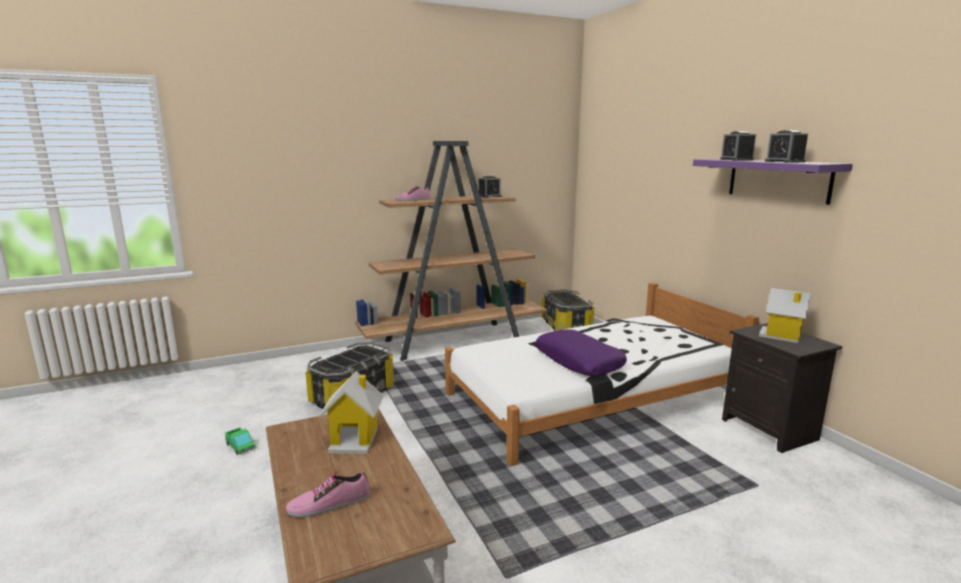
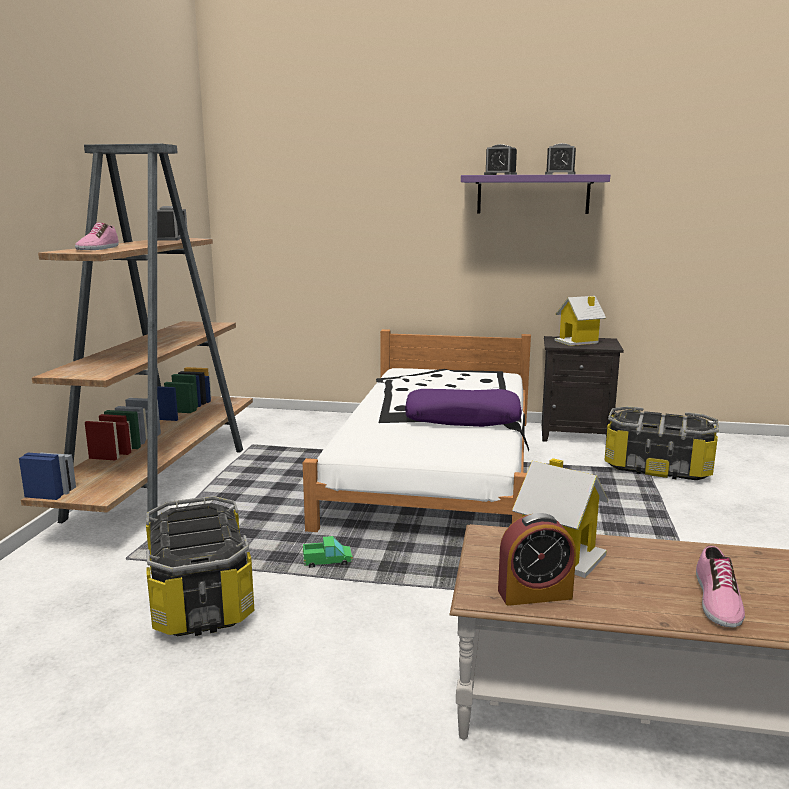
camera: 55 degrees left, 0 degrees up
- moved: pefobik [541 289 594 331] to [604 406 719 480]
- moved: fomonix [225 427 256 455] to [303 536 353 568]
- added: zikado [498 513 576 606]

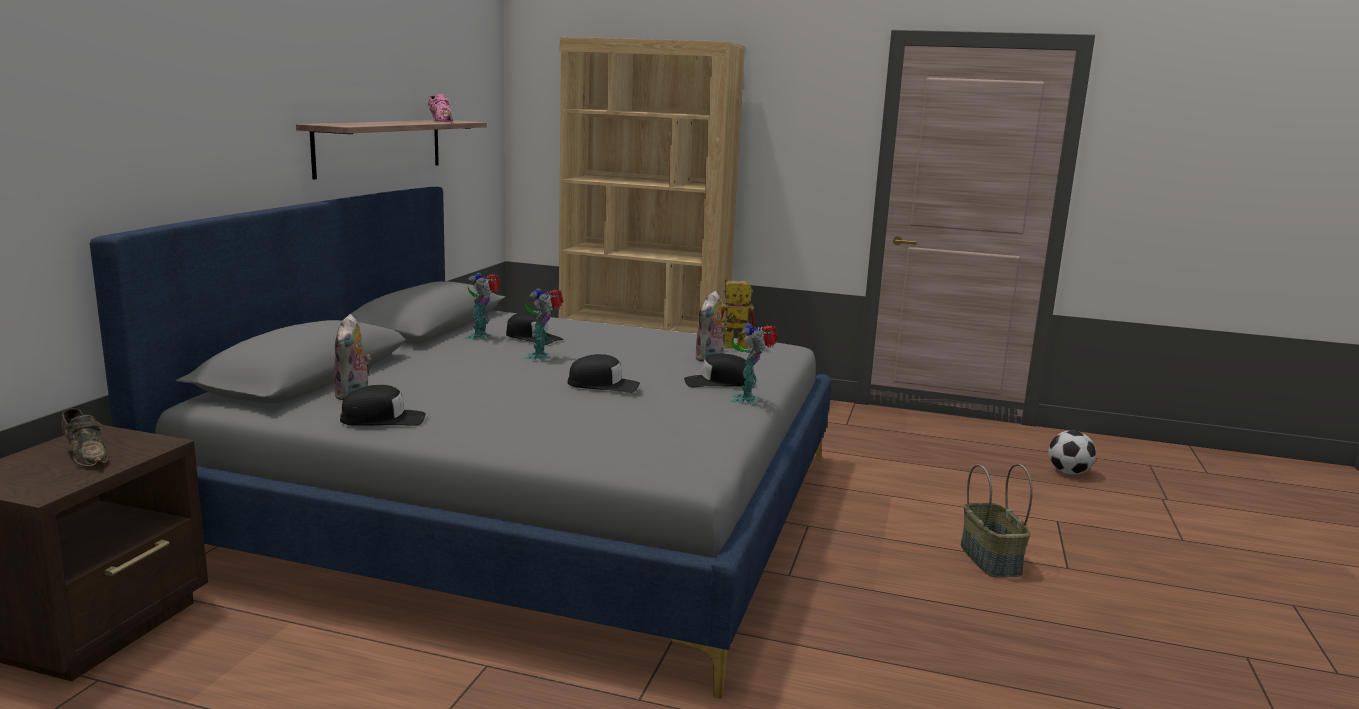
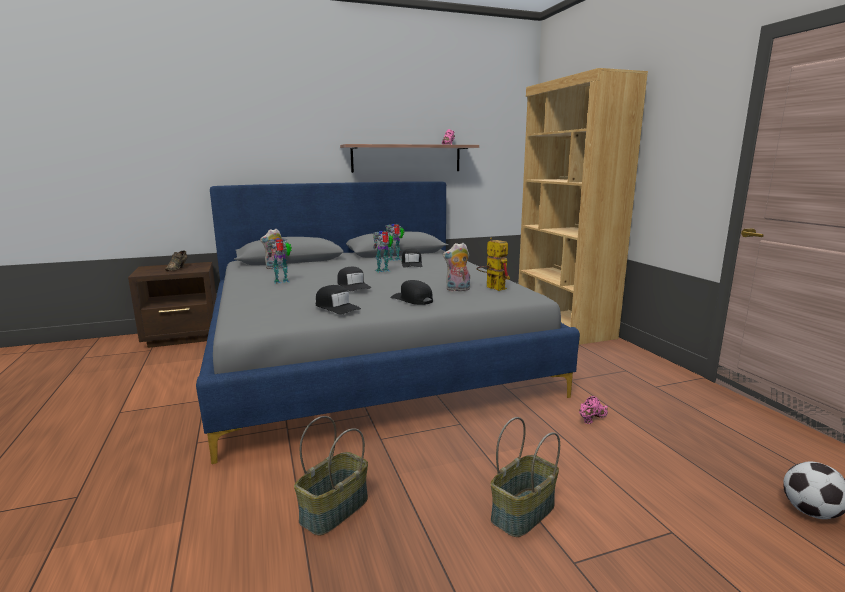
camera: 55 degrees right, 0 degrees up
- moved: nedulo [729 323 778 405] to [267 238 292 284]
- moved: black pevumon [340 385 426 426] to [316 285 361 315]
- added: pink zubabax [579 396 608 424]
- added: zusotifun [294 416 368 535]

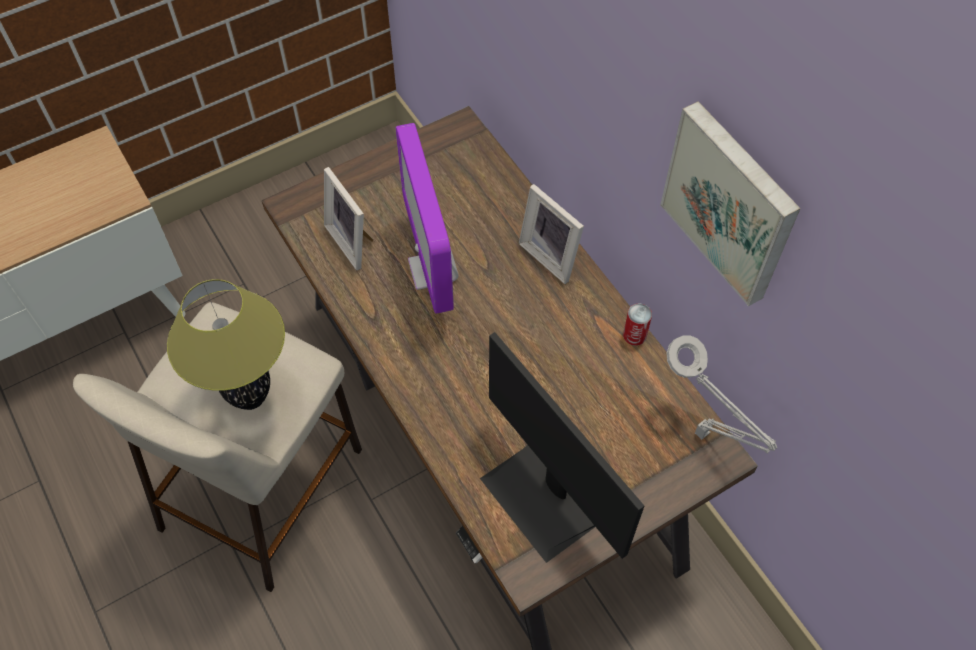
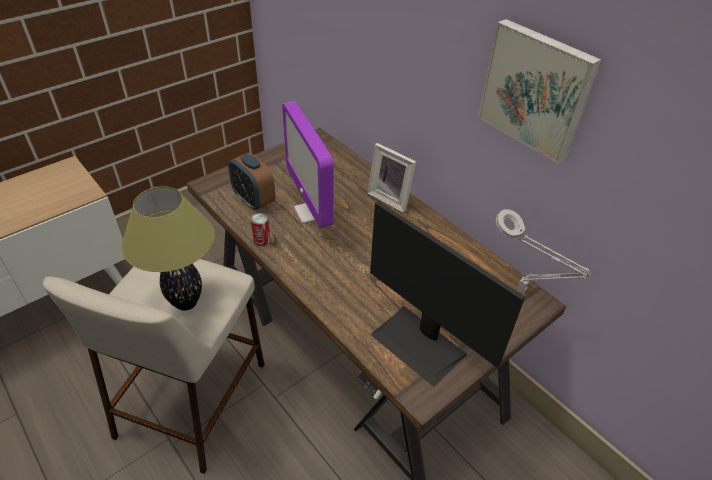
camera: 10 degrees left, 15 degrees down
- replaced: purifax [324 167 373 270] to zikado [228 153 275 211]
- moved: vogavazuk [623 303 652 346] to [251 213 270 246]

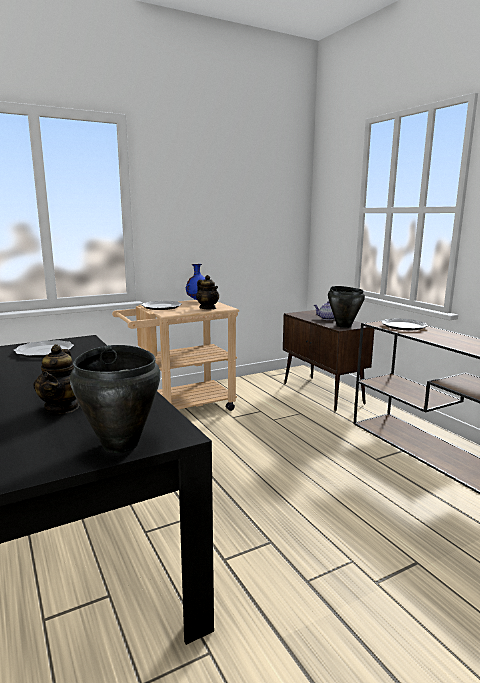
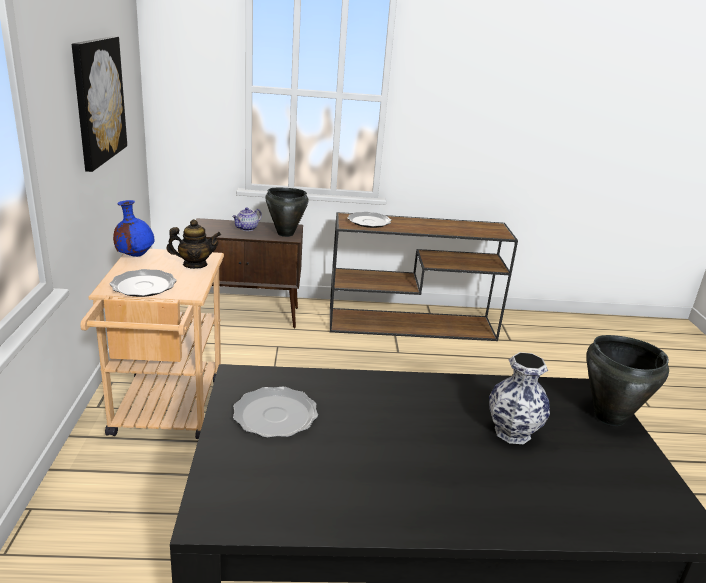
camera: 65 degrees left, 10 degrees up
- replaced: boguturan [33 344 80 414] to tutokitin [489 352 550 444]
- added: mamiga [72 36 127 172]

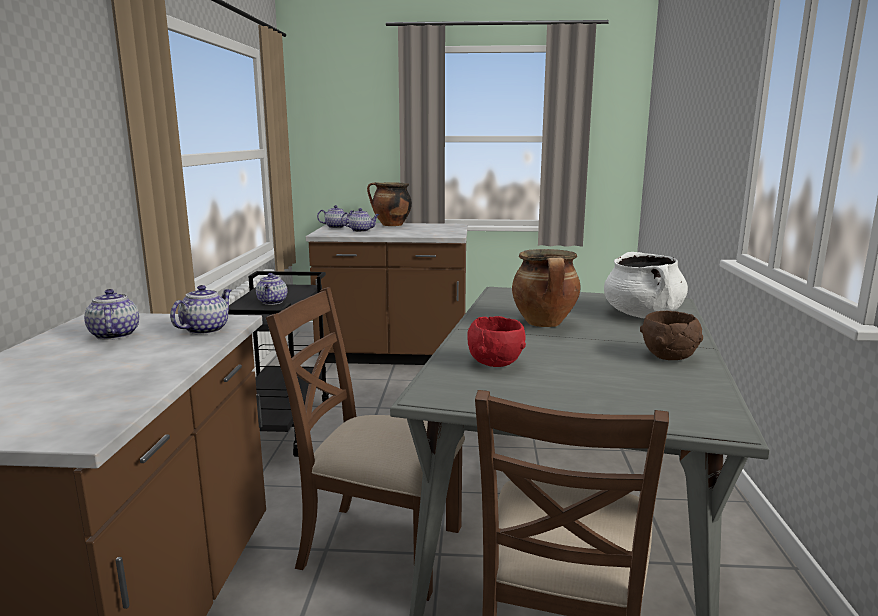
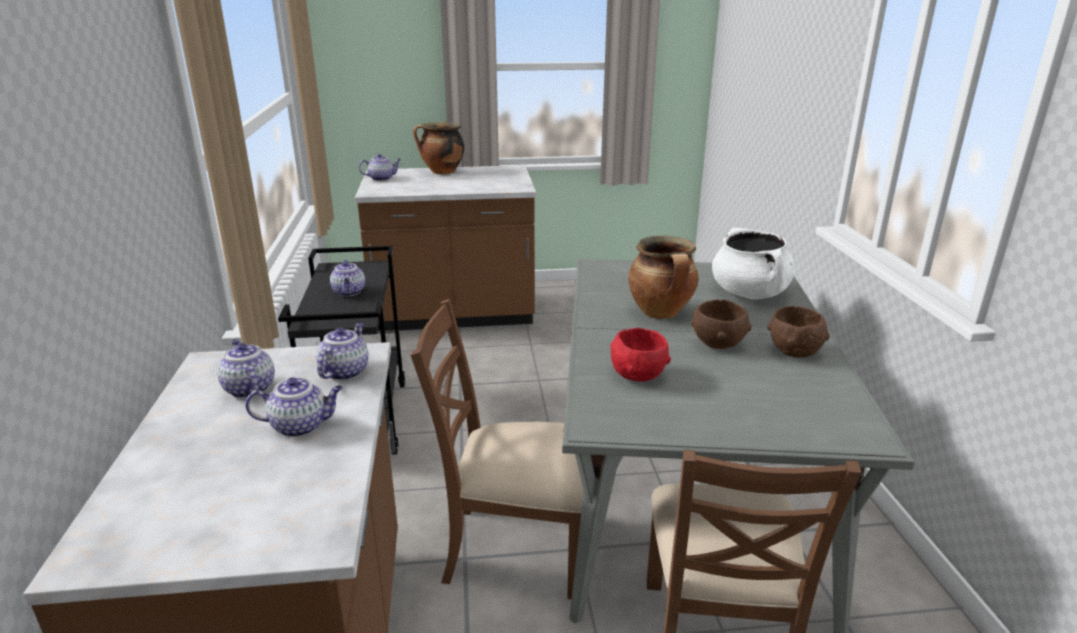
camera: 10 degrees left, 10 degrees up
- moved: boguturan [341 208 380 232] to [245 377 343 437]
- added: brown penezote [691 300 752 349]

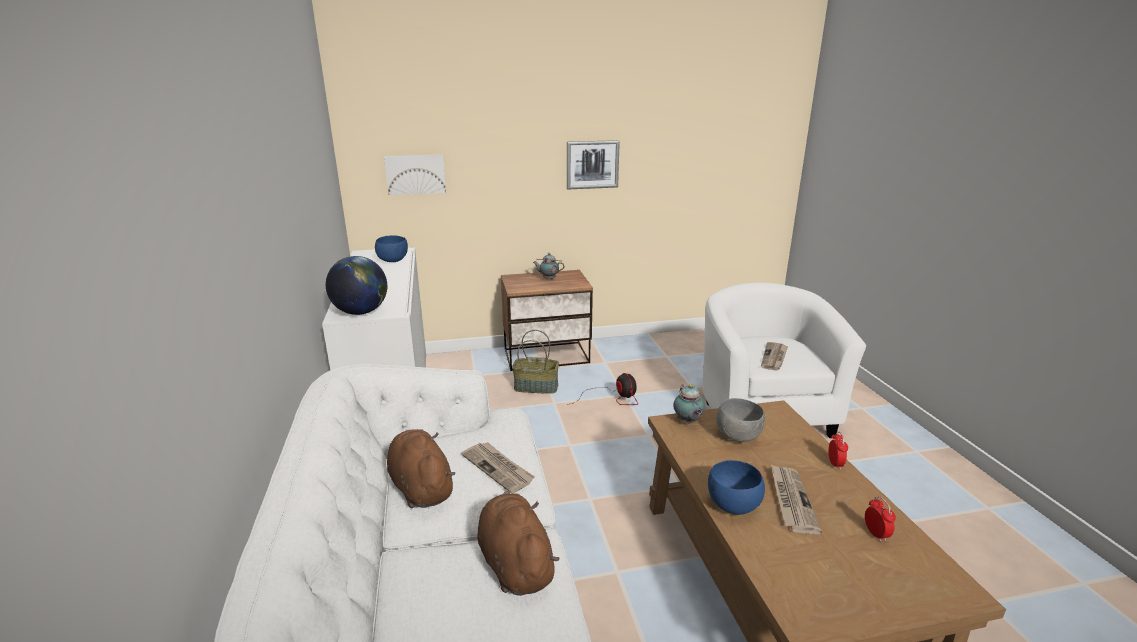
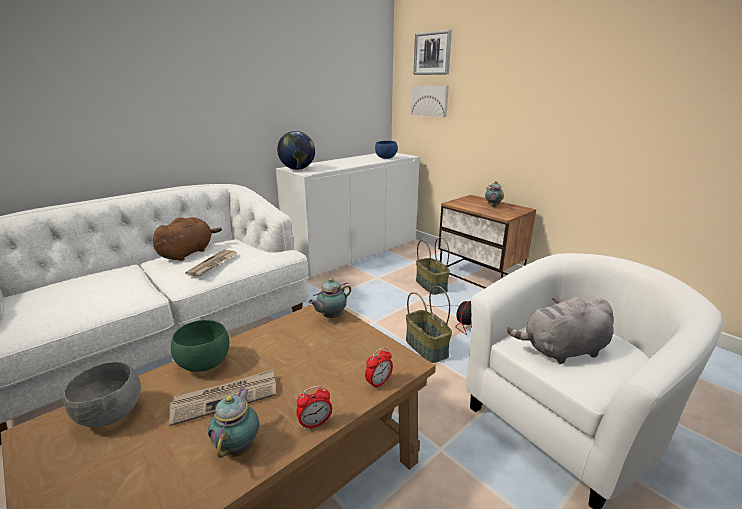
camera: 60 degrees right, 0 degrees up
- moved: mamiga [567 140 620 189] to [414 30 452 75]
- replaced: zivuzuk [761 342 788 371] to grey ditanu [507 297 614 364]
- moved: grey penezote [716 398 765 442] to [63 362 141 427]
- recoloured: blue penezote [708 460 765 515] to green penezote [171 320 229 372]
- removed: brown ditanu [478 491 559 596]
- moved: zikado [865 497 896 542] to [365 347 393 390]
- added: zusotifun [406 286 452 363]
- added: boguturan [208 388 259 458]

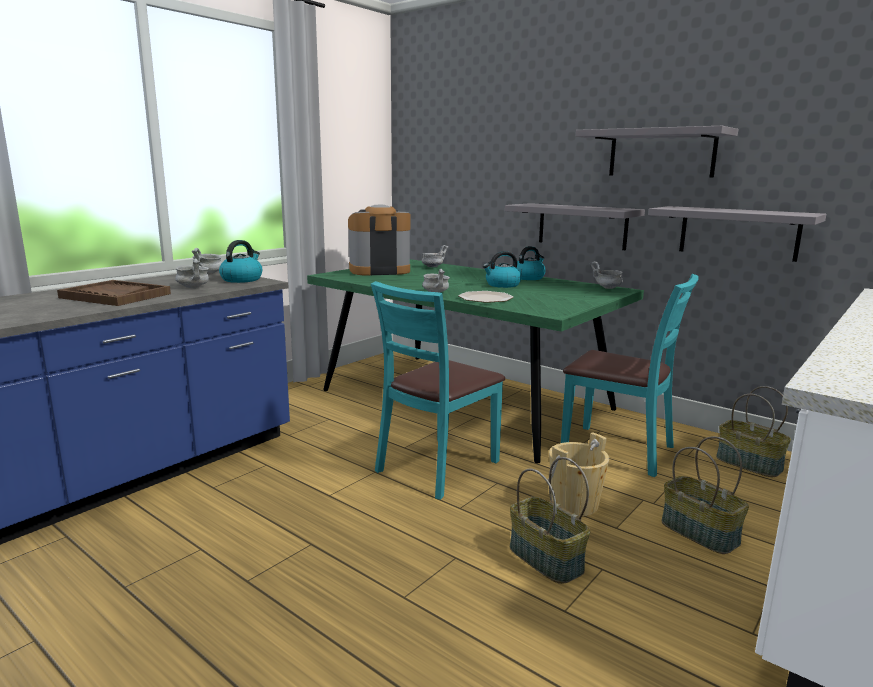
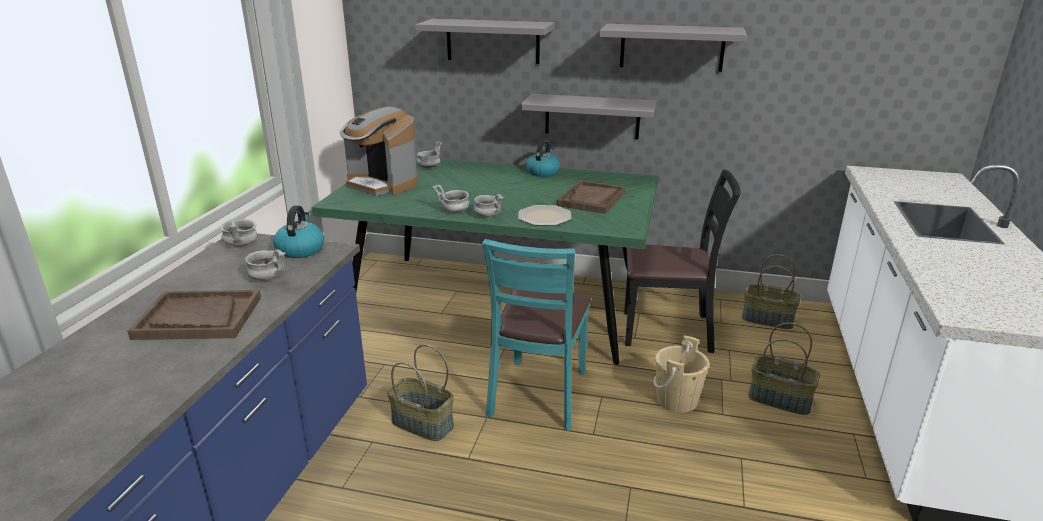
camera: 25 degrees left, 10 degrees up
- turned: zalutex [348 205 410 276] = [339 107 418 196] 105 degrees counterclockwise
- moved: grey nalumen [649 206 826 262] to [415 19 555 64]
- removed: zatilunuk [483 251 521 288]
- moved: grey penezote [589 261 623 289] to [432 185 470 213]
- recoloured: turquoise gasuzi [561 274 699 477] to black gasuzi [624 169 741 353]
- moved: zusotifun [510 457 590 584] to [387 344 454 441]
- added: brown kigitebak [557 180 626 214]

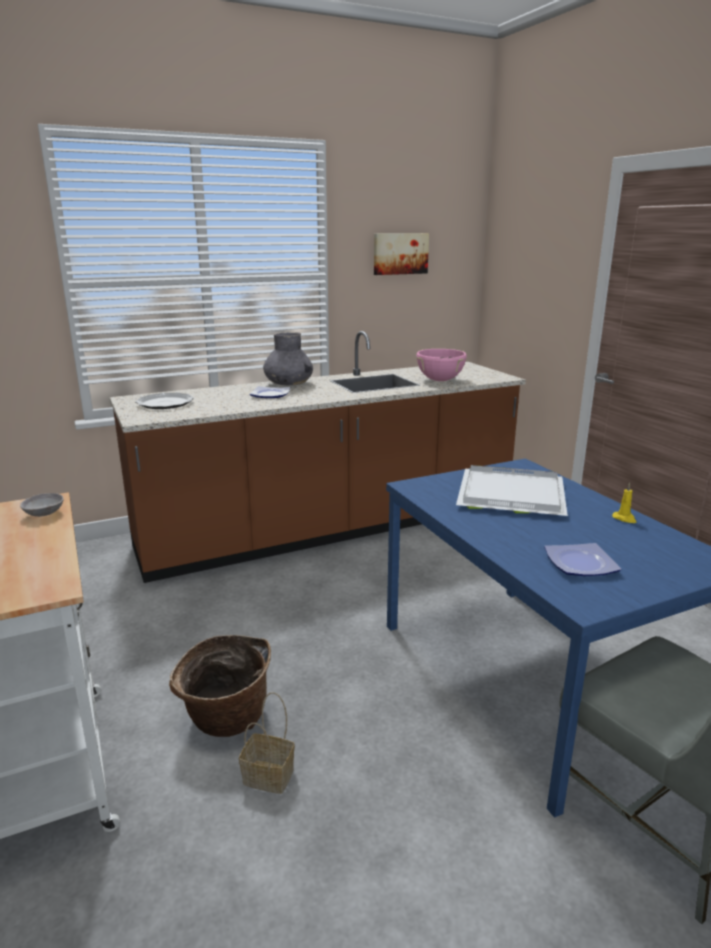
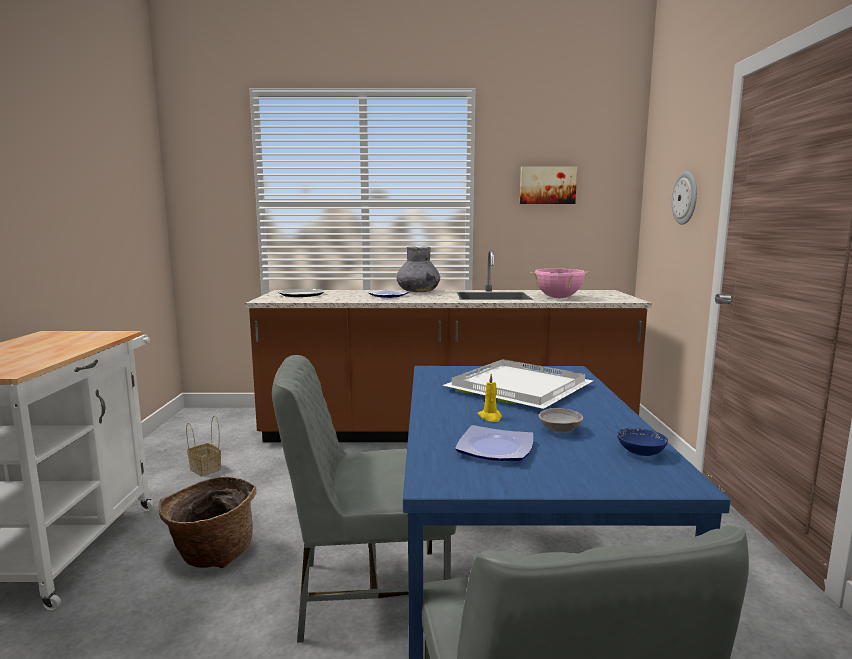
camera: 25 degrees right, 10 degrees down
- moved: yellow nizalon [612 483 636 523] to [478 374 502 422]
- moved: grey penezote [20 493 64 517] to [539 408 583 433]
- moved: zusotifun [239 692 295 794] to [186 416 221 477]
- added: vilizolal [672 171 697 225]
- added: grey gasuzi [272 355 457 643]
- added: blue penezote [617 428 668 456]

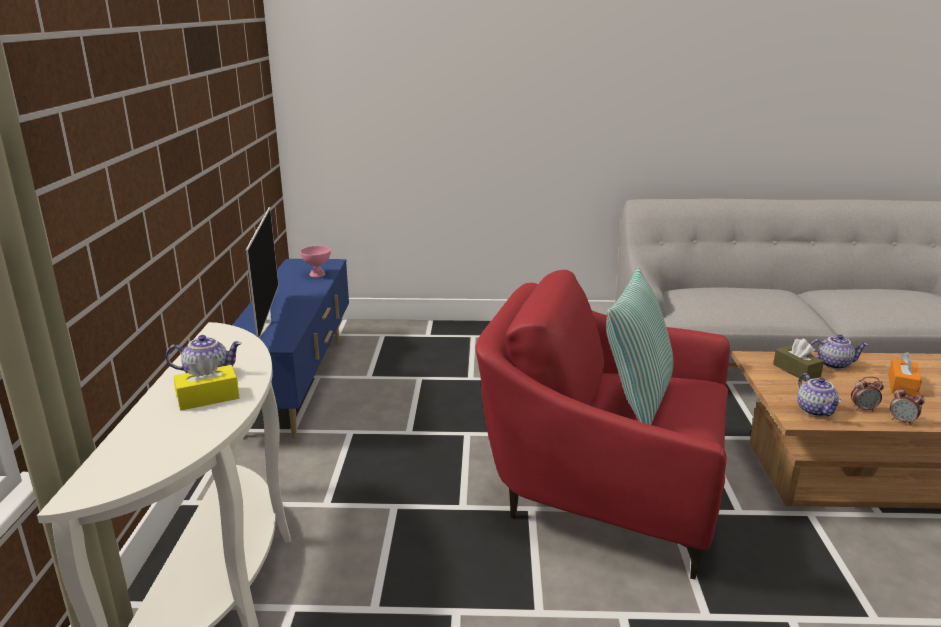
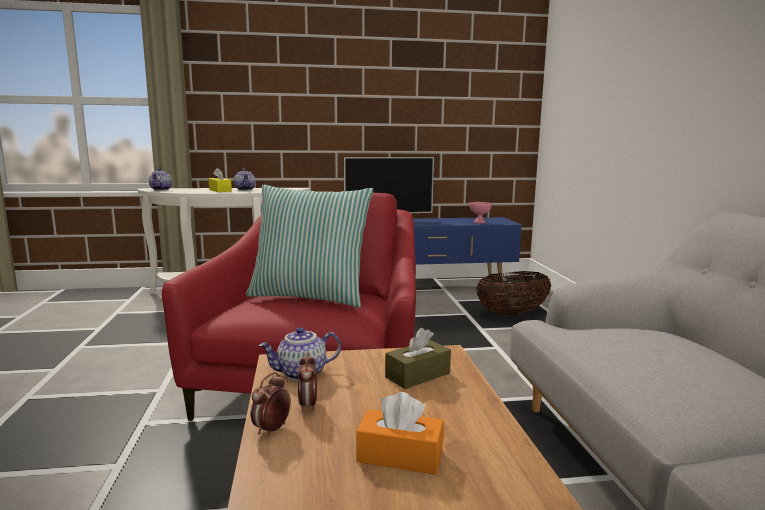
camera: 80 degrees right, 10 degrees down
- moved: boguturan [810 334 868 369] to [149 168 172 191]
- added: zusotifun [476 271 551 315]

